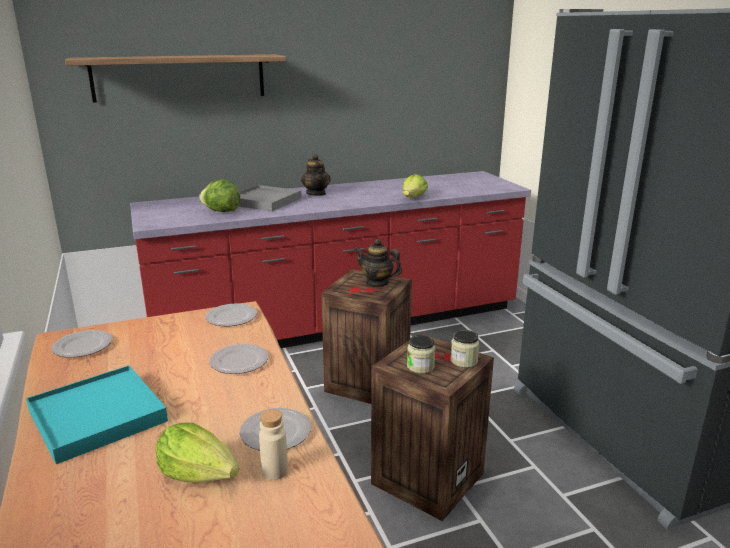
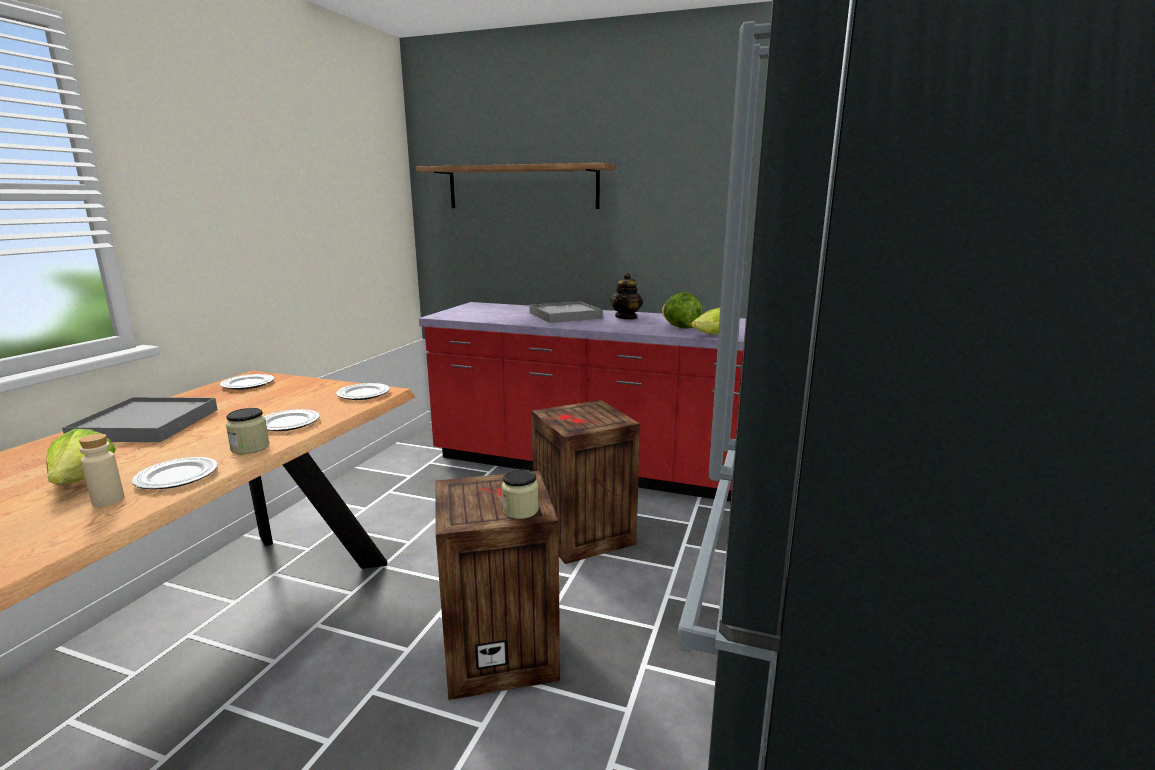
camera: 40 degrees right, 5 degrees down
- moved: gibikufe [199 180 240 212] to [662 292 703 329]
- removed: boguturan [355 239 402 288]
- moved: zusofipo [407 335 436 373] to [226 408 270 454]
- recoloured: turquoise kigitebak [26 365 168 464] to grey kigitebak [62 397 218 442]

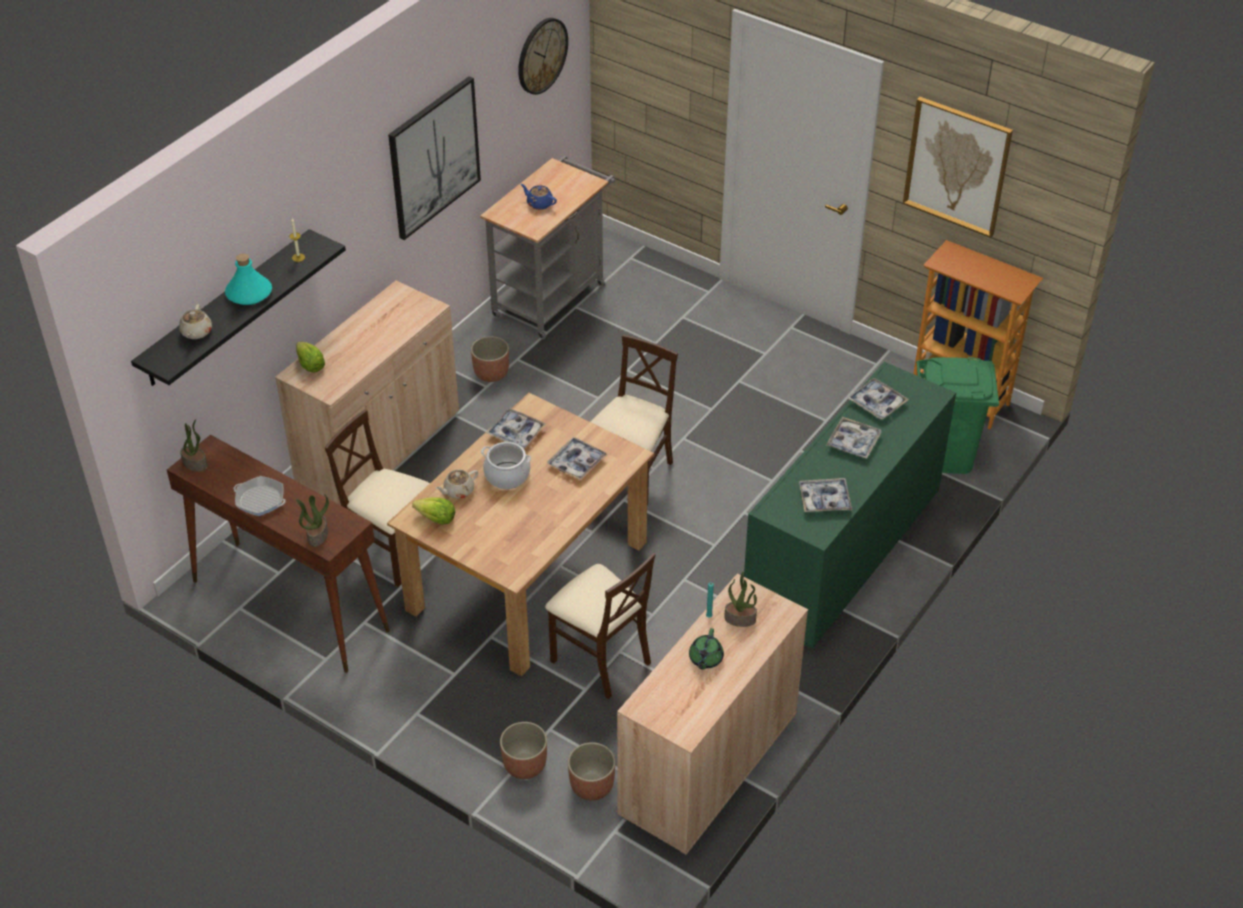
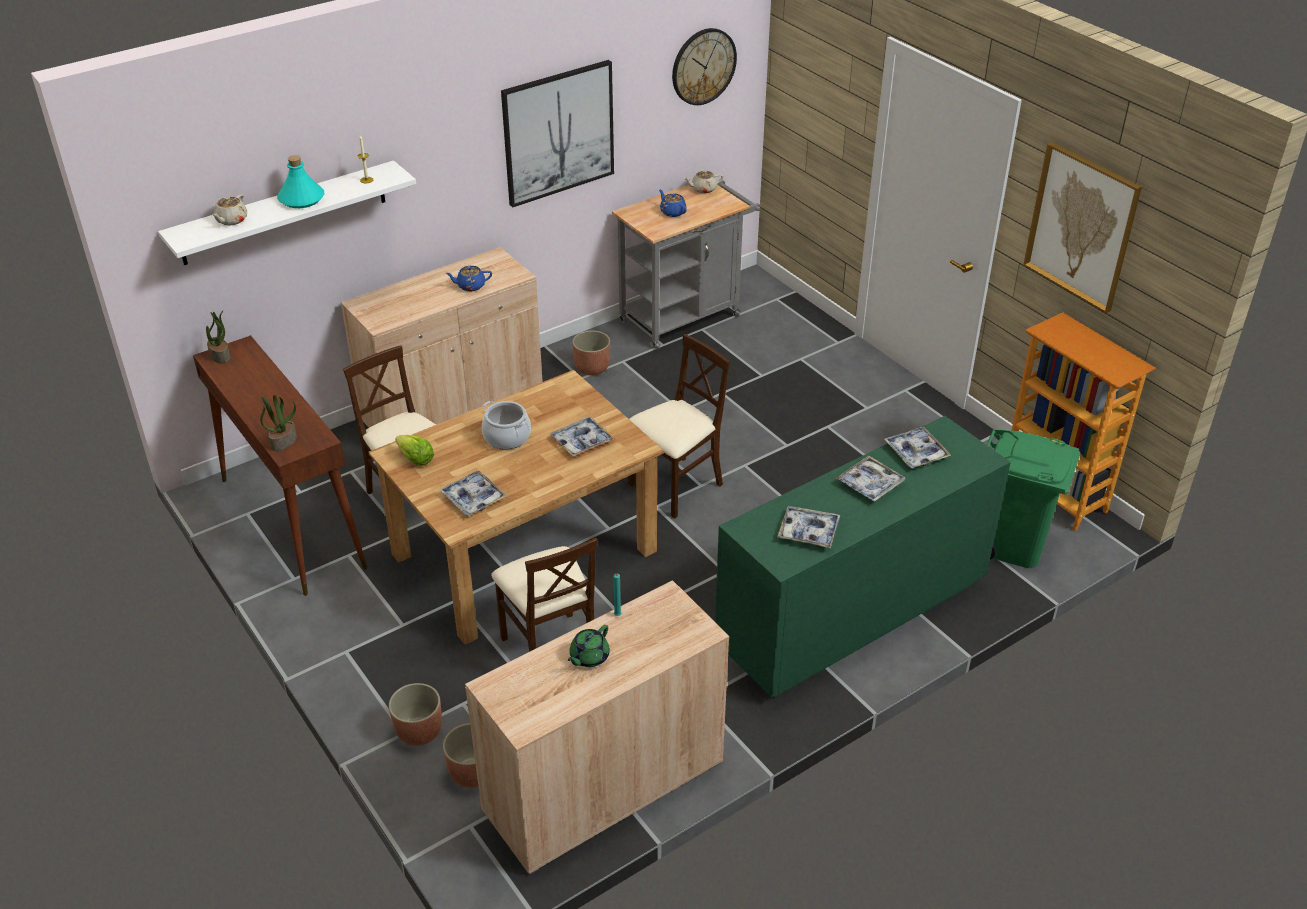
camera: 20 degrees right, 5 degrees down
- recoloured: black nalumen [131 229 346 386] to white nalumen [158 160 416 265]
- removed: gibikufe [296 342 325 373]
- moved: kigitebak [486 408 546 449] to [440 471 507 516]
- moved: beige boguturan [435 470 478 499] to [684 170 723 193]
- removed: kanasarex [234 476 286 516]
- removed: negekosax [724 571 757 627]
- added: blue boguturan [445 266 492 291]

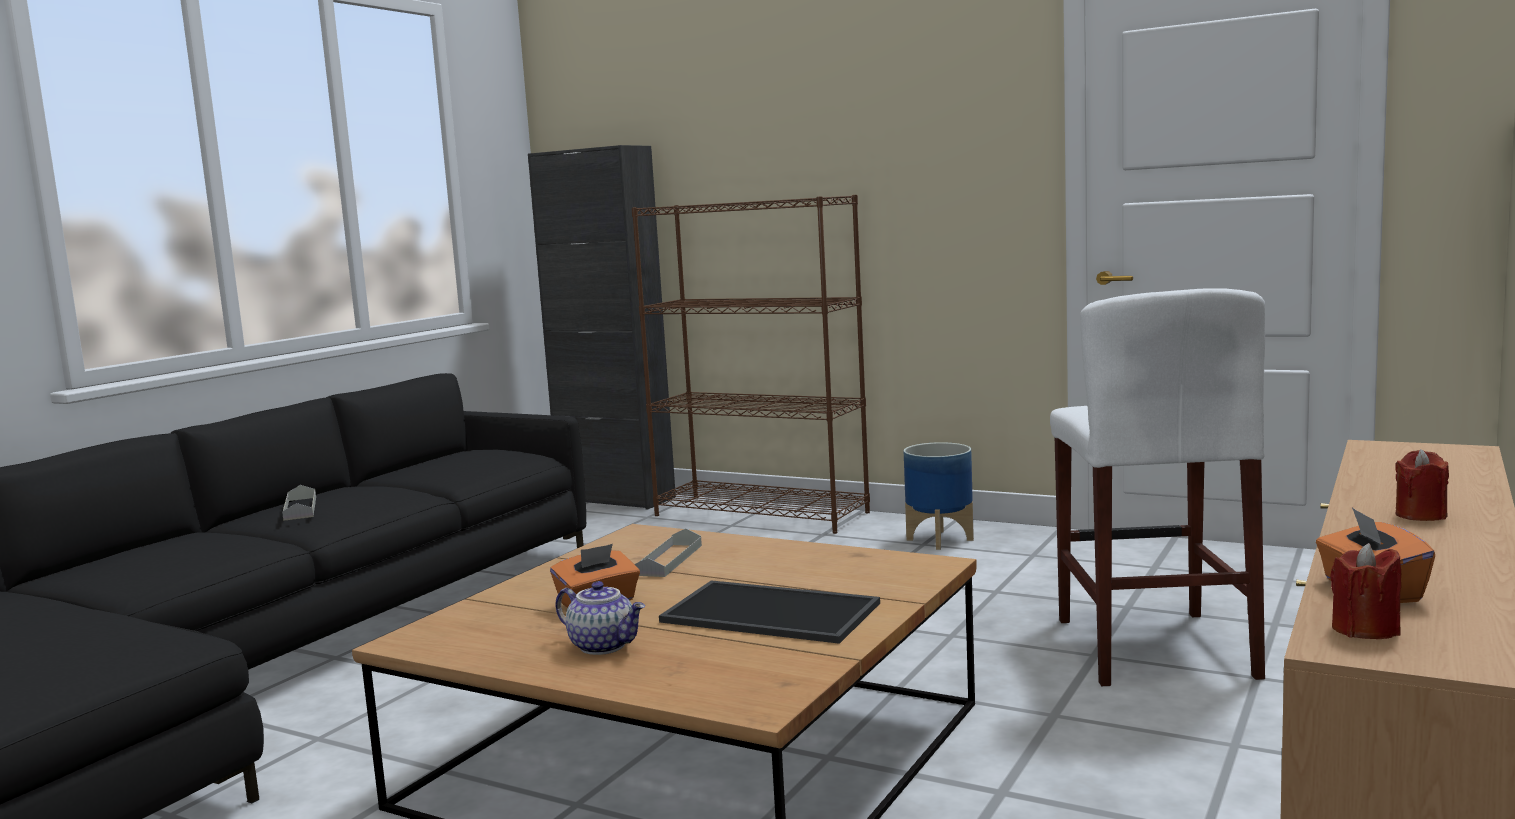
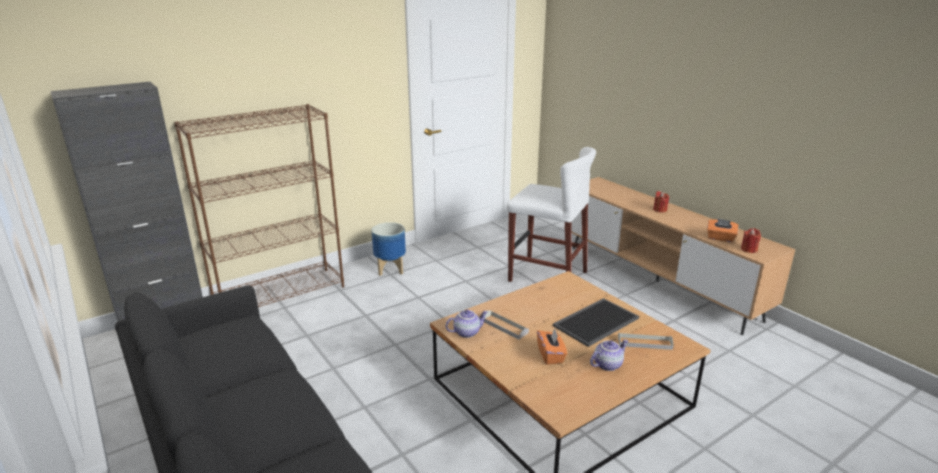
camera: 65 degrees left, 15 degrees up
- moved: grey kigitebak [282 485 316 521] to [618 333 674 350]
- added: boguturan [446 310 488 338]

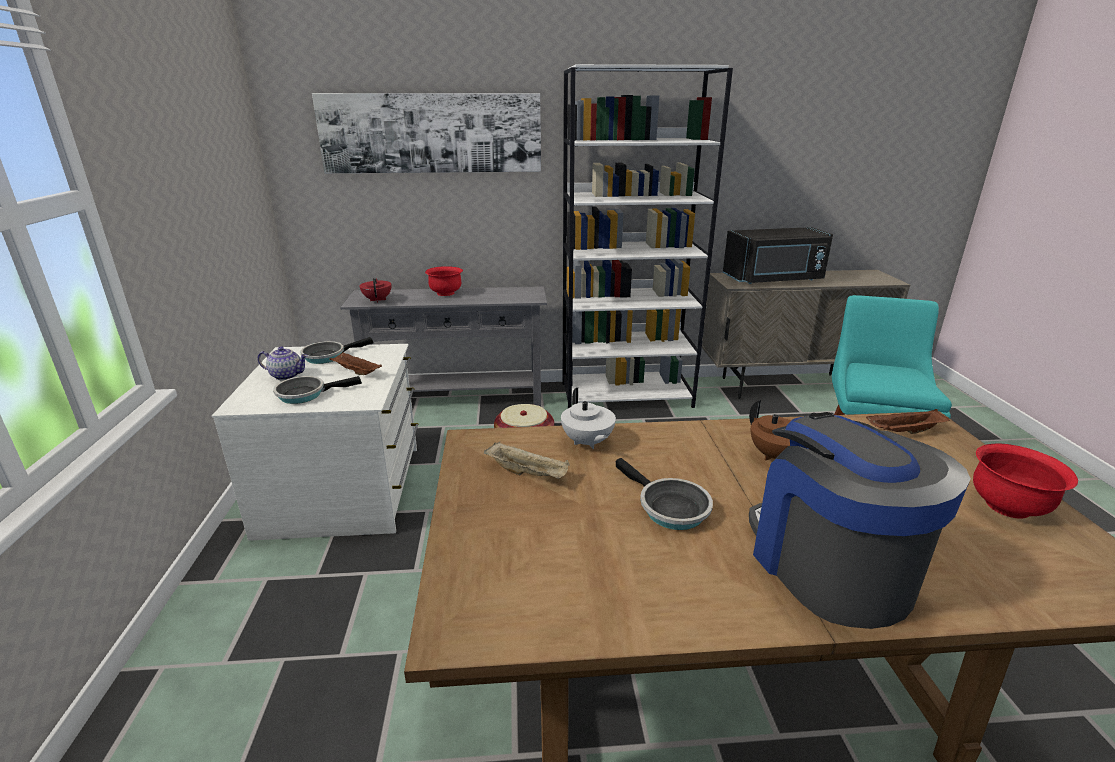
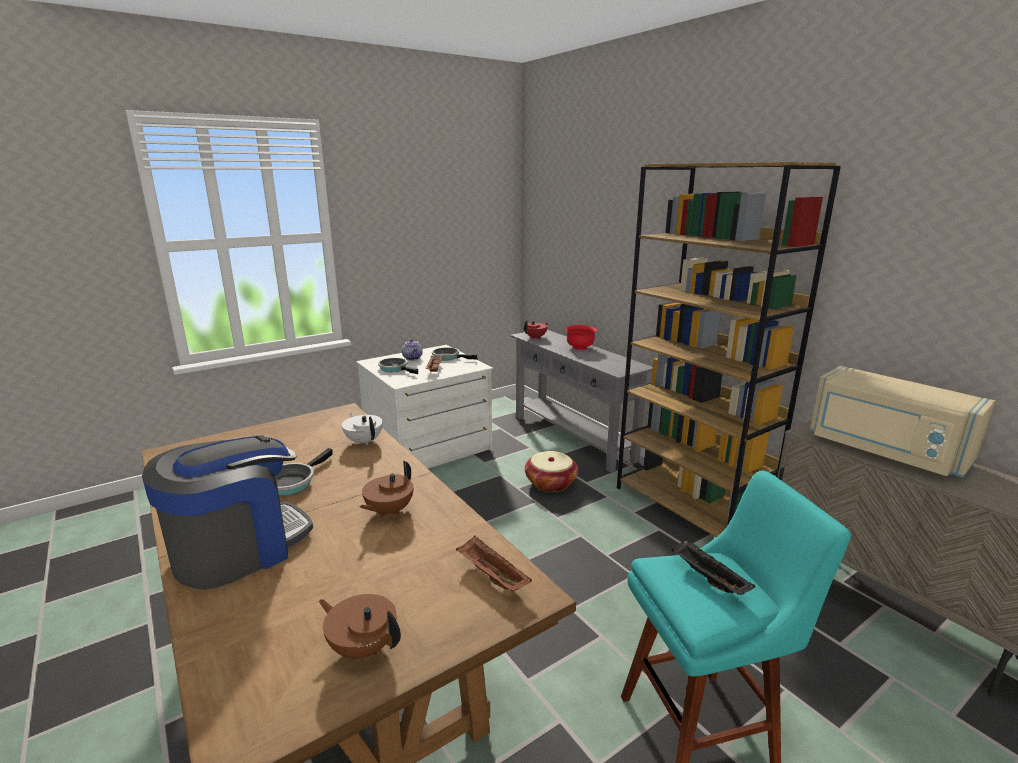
camera: 60 degrees right, 5 degrees down
- recoloured: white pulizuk [563 64 733 408] to brown pulizuk [617 162 841 537]
- removed: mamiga [312 93 541 173]
- recoloured: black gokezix [723 227 833 284] to beige gokezix [810 366 995 478]
- turned: white boguturan [561 388 616 449] = [342 413 383 445] 105 degrees clockwise
- removed: beige kigitebak [484 442 570 479]
- replaced: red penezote [973 444 1078 519] to brown boguturan [319 594 401 660]
- added: black kigitebak [671 538 755 595]

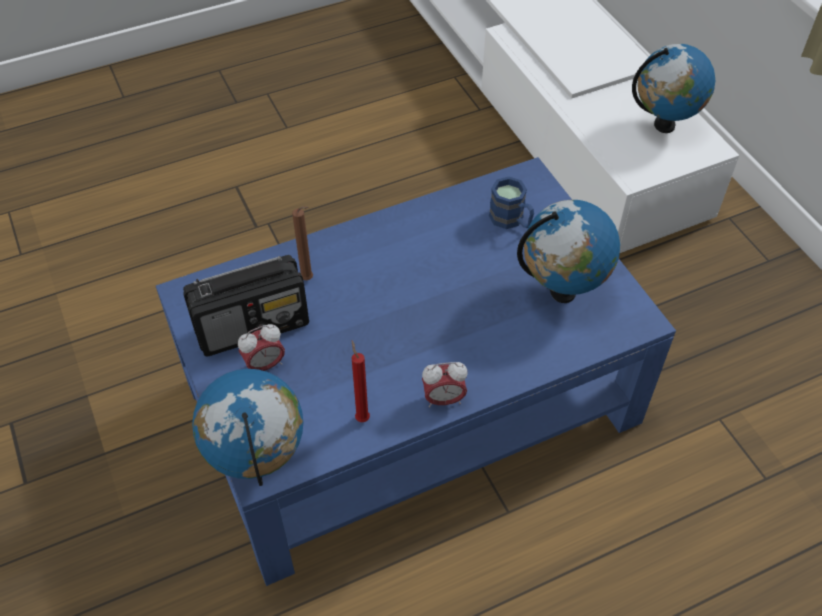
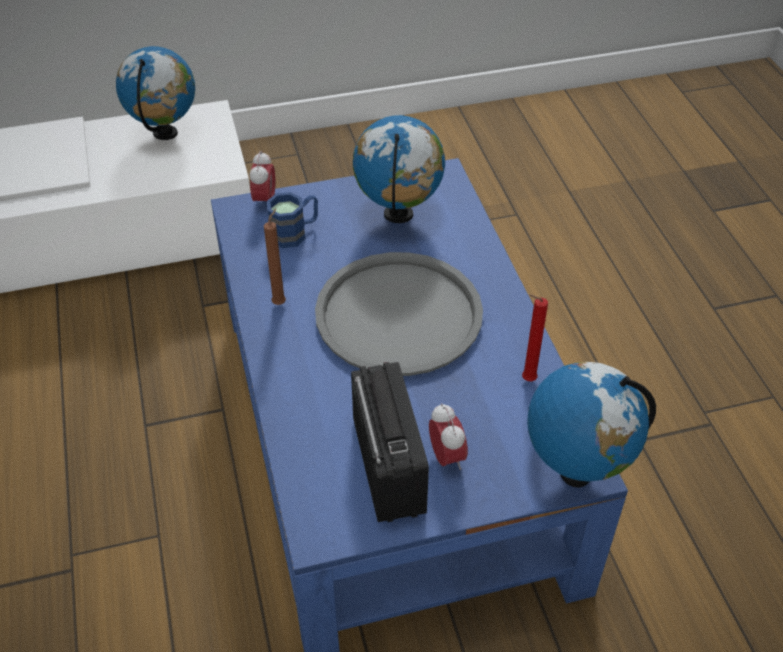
camera: 80 degrees left, 5 degrees down
- moved: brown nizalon [292 206 313 280] to [264 209 286 305]
- moved: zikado [422 362 468 407] to [250 151 275 201]
- added: grey kigitebak [315 252 483 376]

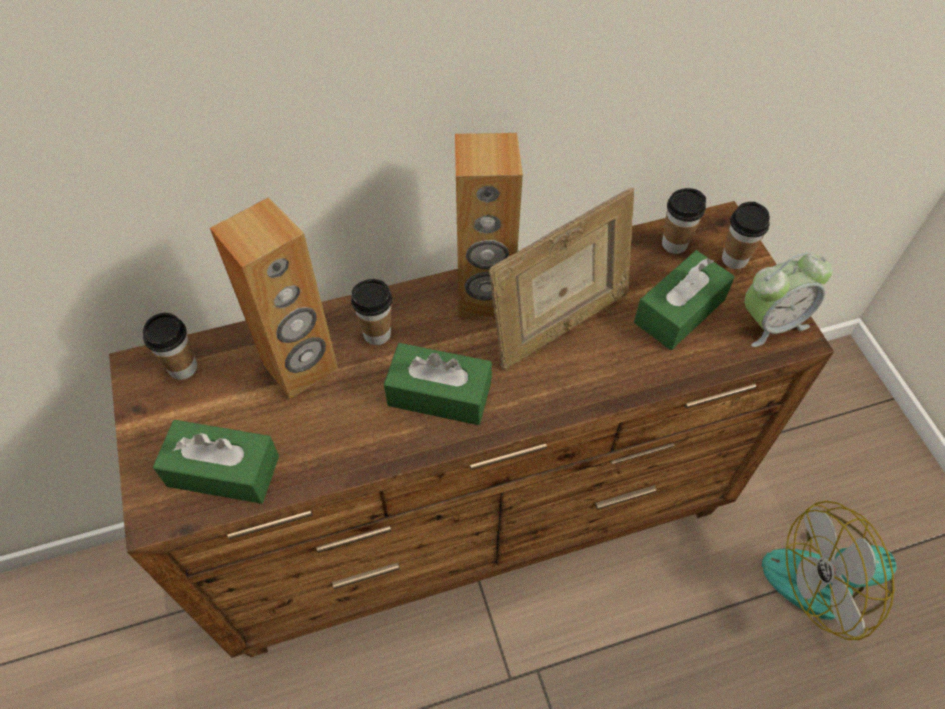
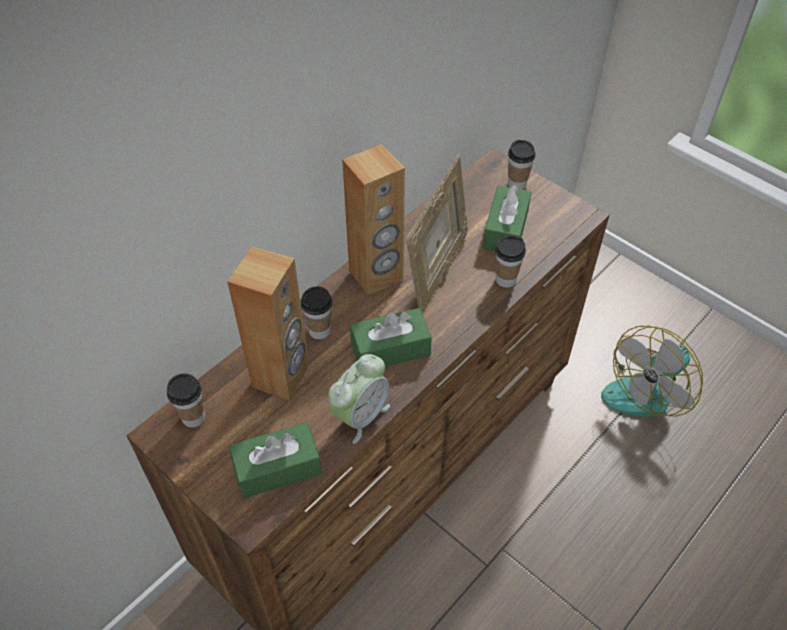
camera: 30 degrees left, 5 degrees down
- moved: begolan [662 188 706 254] to [495 235 526 288]
- moved: zikado [744 253 833 347] to [328 354 390 444]

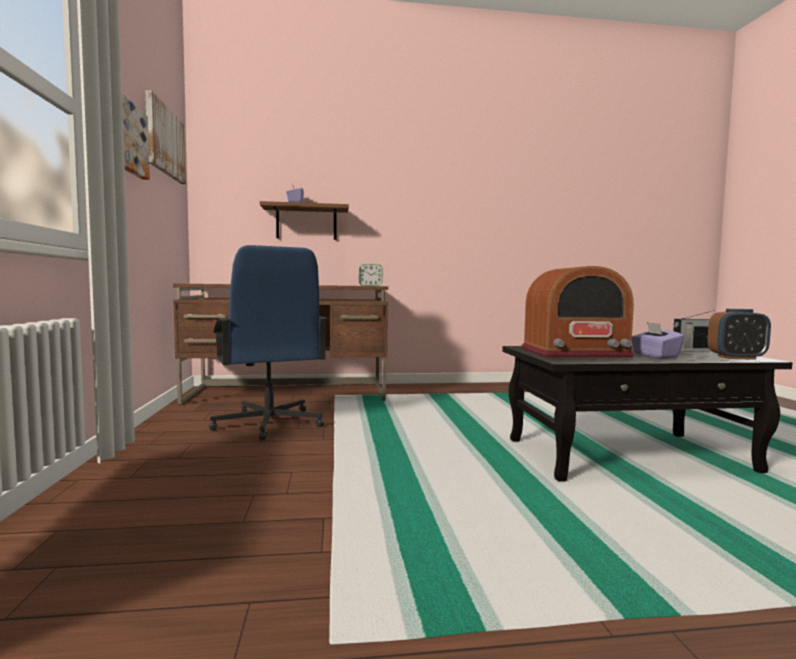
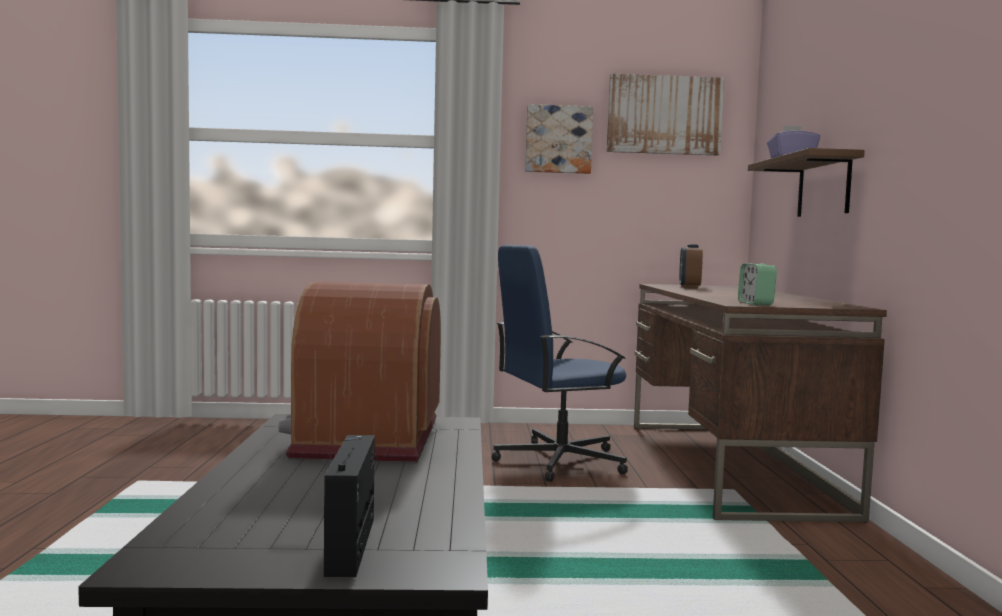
camera: 95 degrees right, 0 degrees up
- moved: zikado [707 309 771 360] to [679 244 703 288]
- removed: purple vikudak [632 322 684 358]

